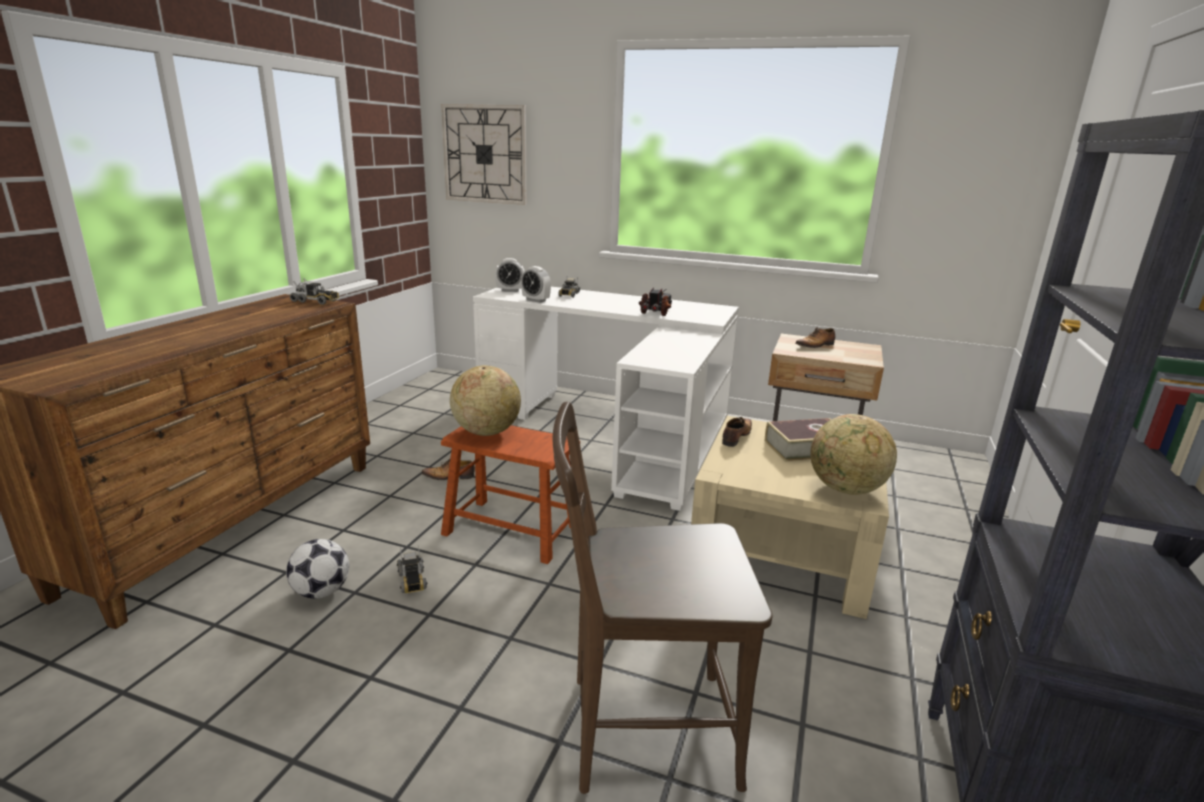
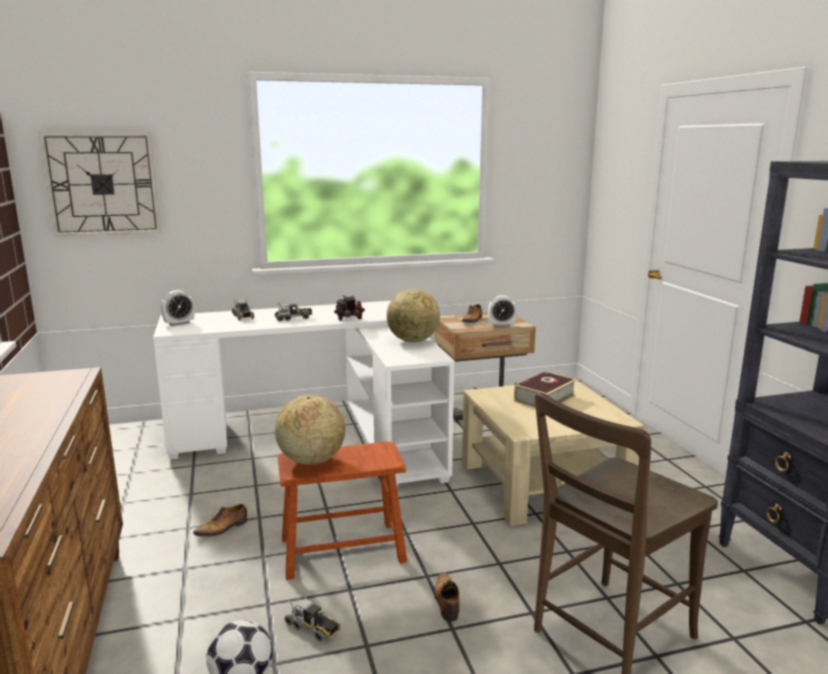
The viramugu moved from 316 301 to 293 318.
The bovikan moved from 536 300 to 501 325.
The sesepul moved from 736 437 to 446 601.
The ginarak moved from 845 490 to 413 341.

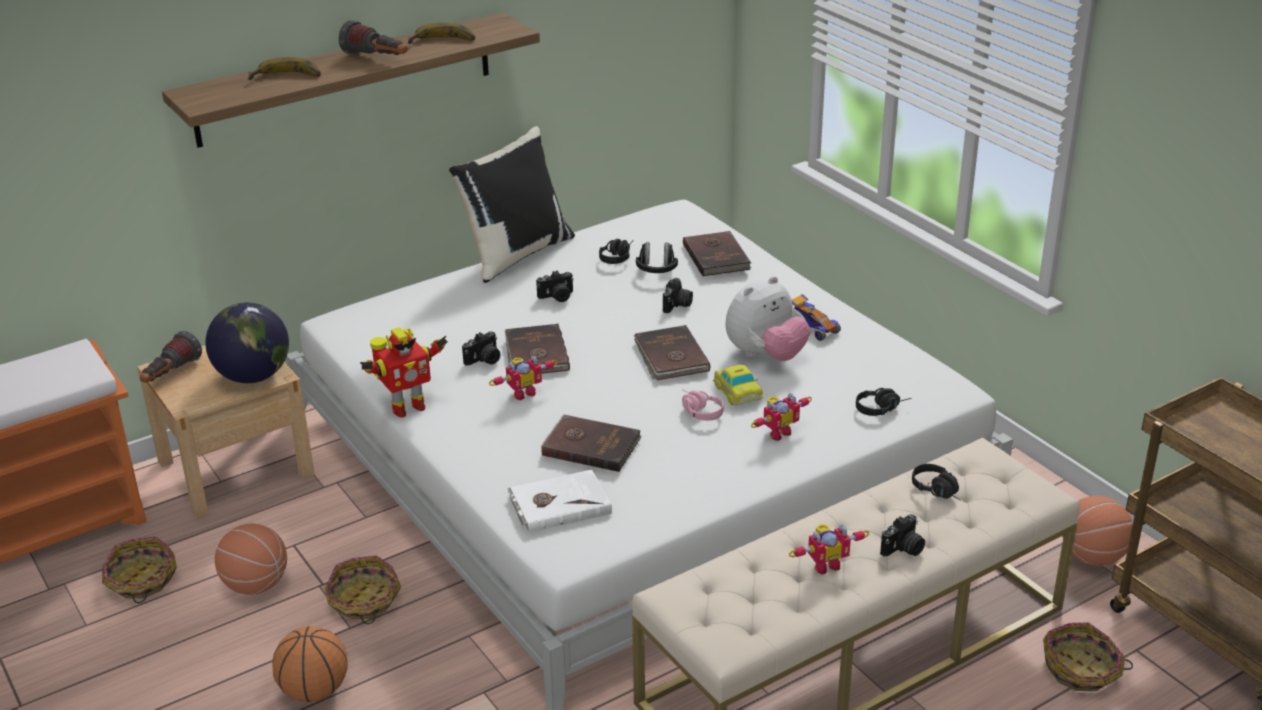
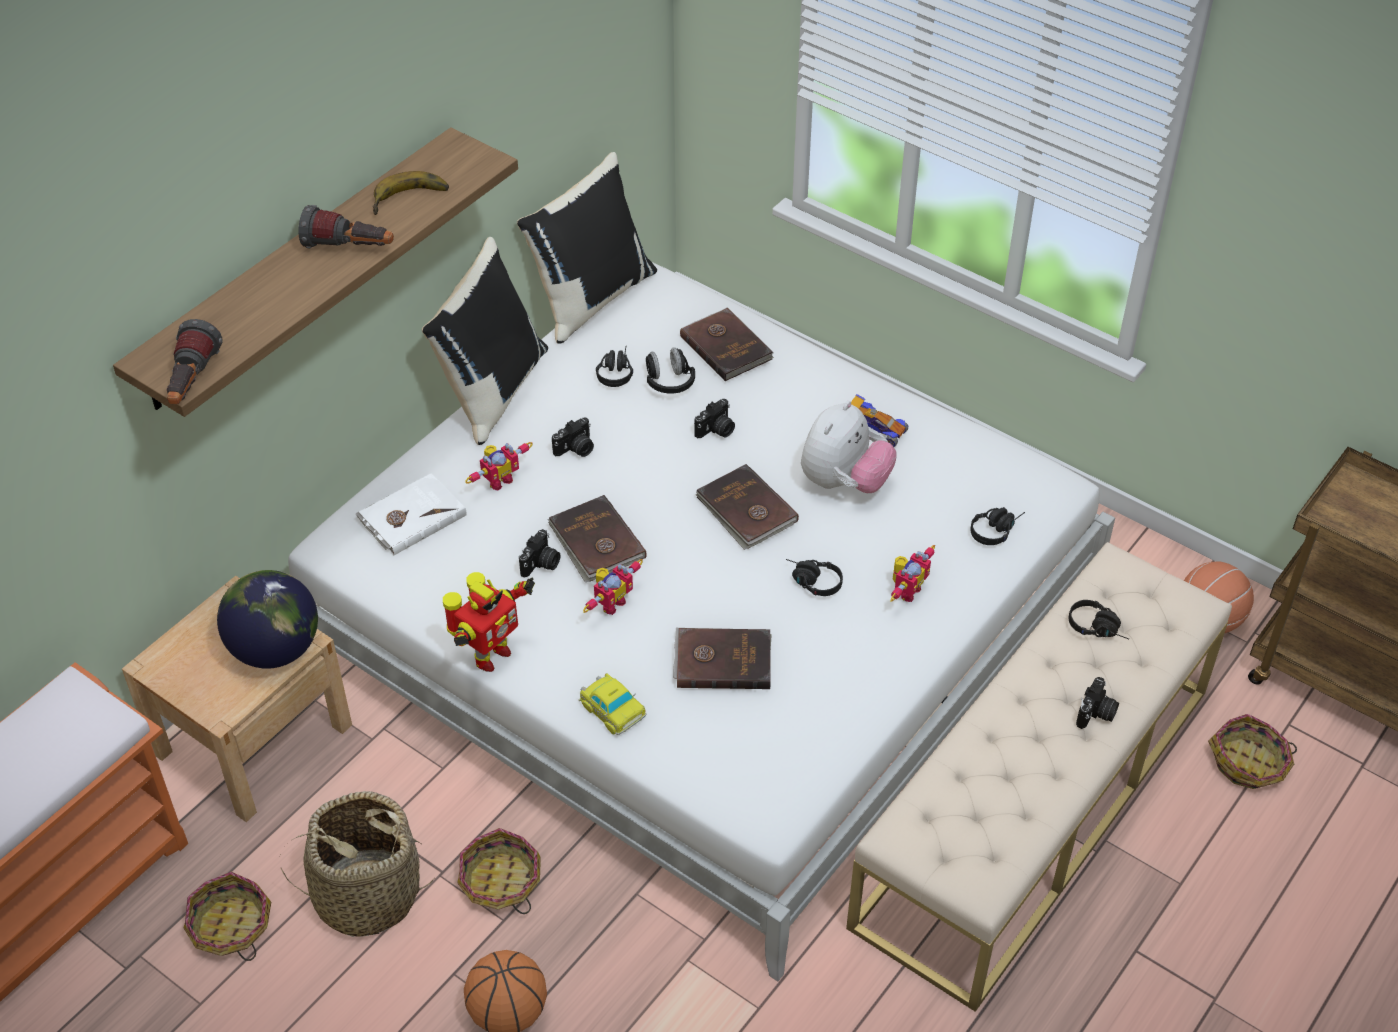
The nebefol at 286 78 disappeared.
The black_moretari at 591 297 appeared.
The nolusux moved from 170 375 to 192 383.
The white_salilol moved from 559 504 to 411 517.
The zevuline moved from 737 390 to 611 708.
The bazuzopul moved from 825 564 to 498 480.
The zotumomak at 255 584 was replaced by the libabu at 367 894.
The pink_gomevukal at 697 411 became the black_gomevukal at 811 582.
The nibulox at 677 305 turned 45 degrees clockwise.

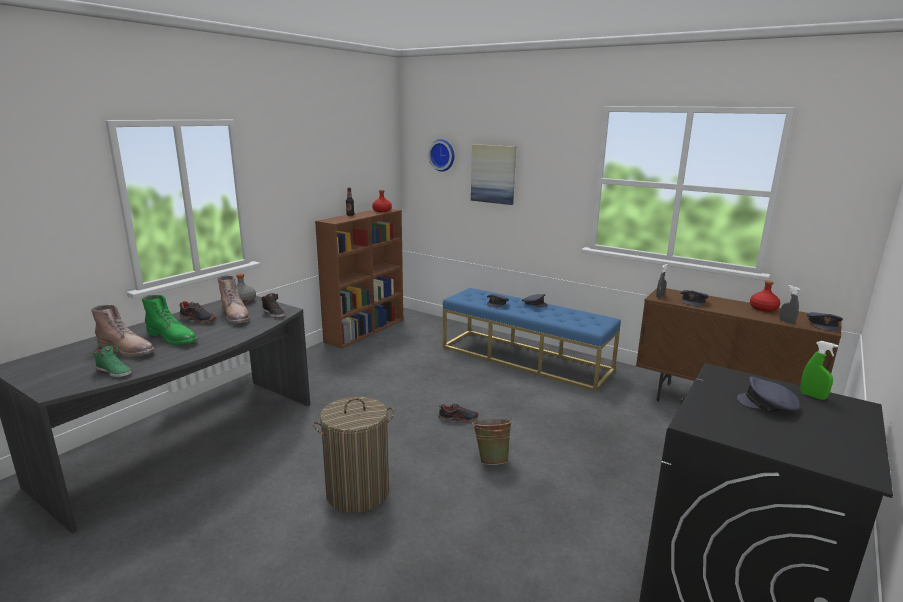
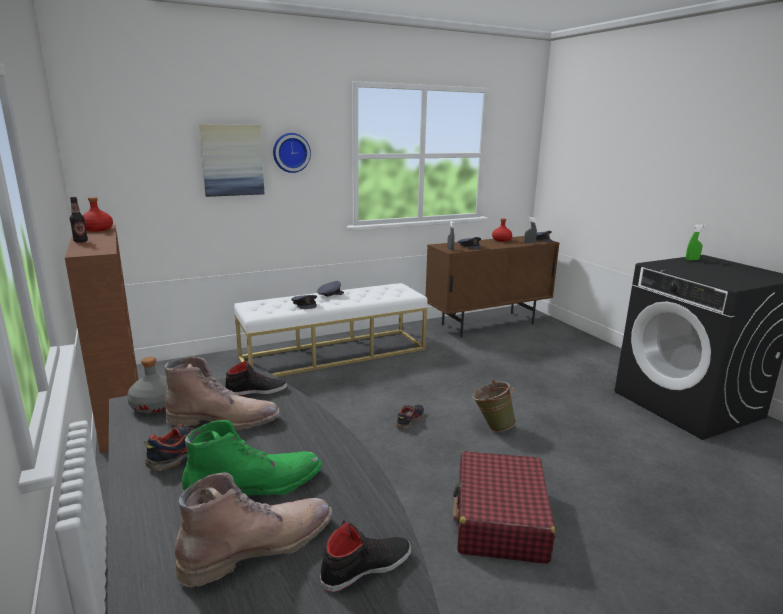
The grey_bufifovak at 768 405 disappeared.
The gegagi moved from 443 155 to 291 152.
The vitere at 357 492 was replaced by the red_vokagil at 500 519.
The green_sesepul at 114 371 became the black_sesepul at 366 567.
The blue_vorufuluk at 525 358 became the white_vorufuluk at 334 353.

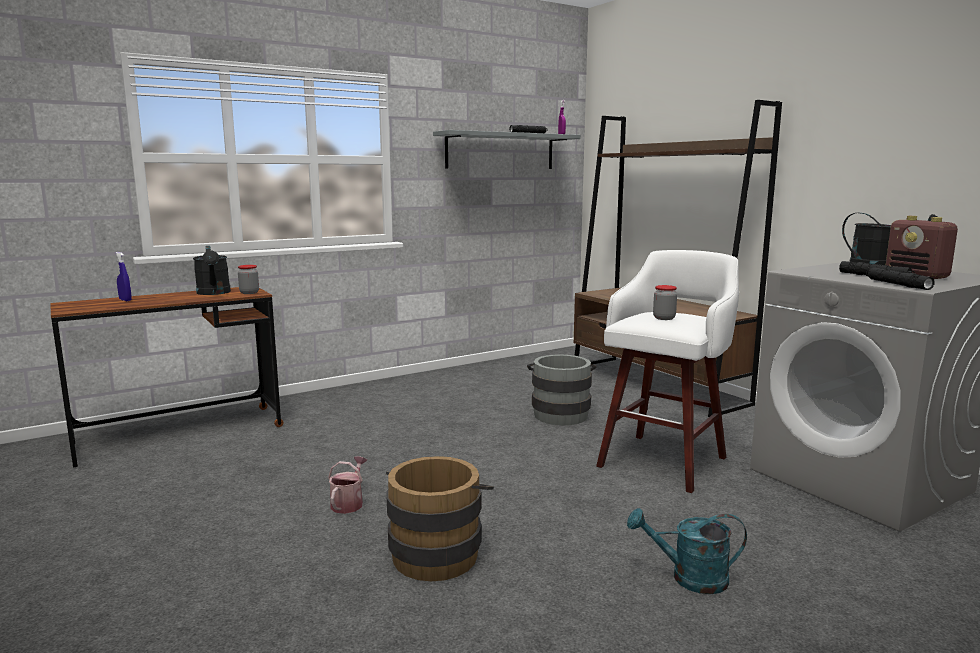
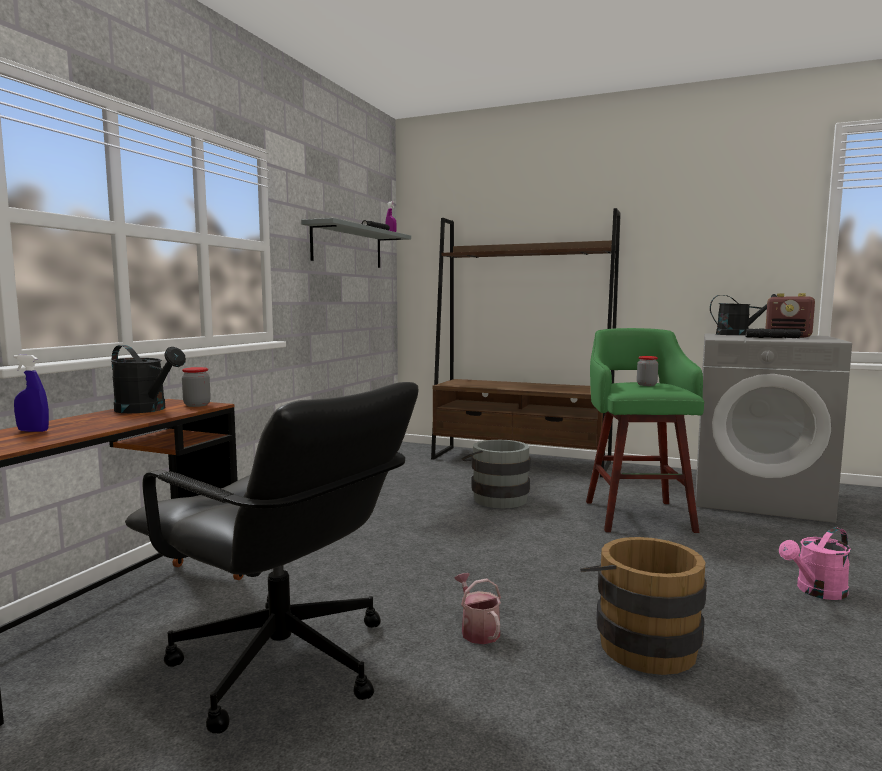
The black_nolusux at 897 284 disappeared.
The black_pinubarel at 283 664 appeared.
The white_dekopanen at 664 460 became the green_dekopanen at 637 515.
The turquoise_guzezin at 689 578 became the pink_guzezin at 816 592.

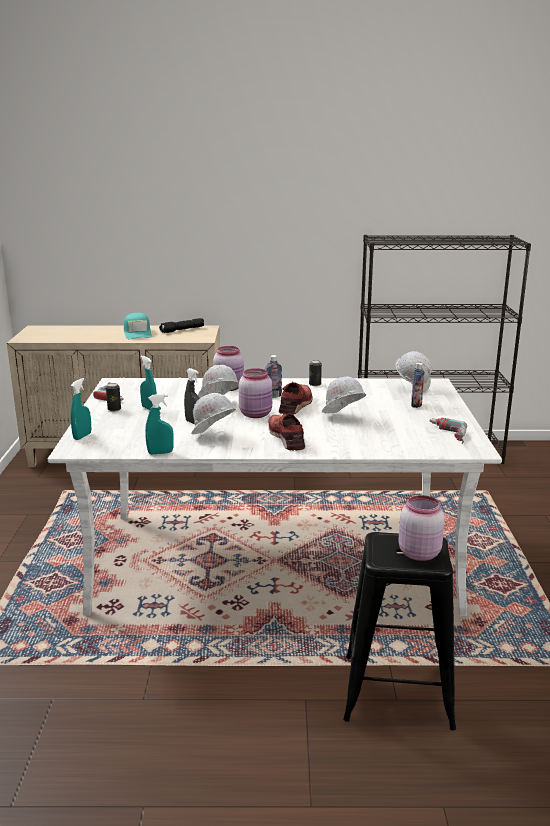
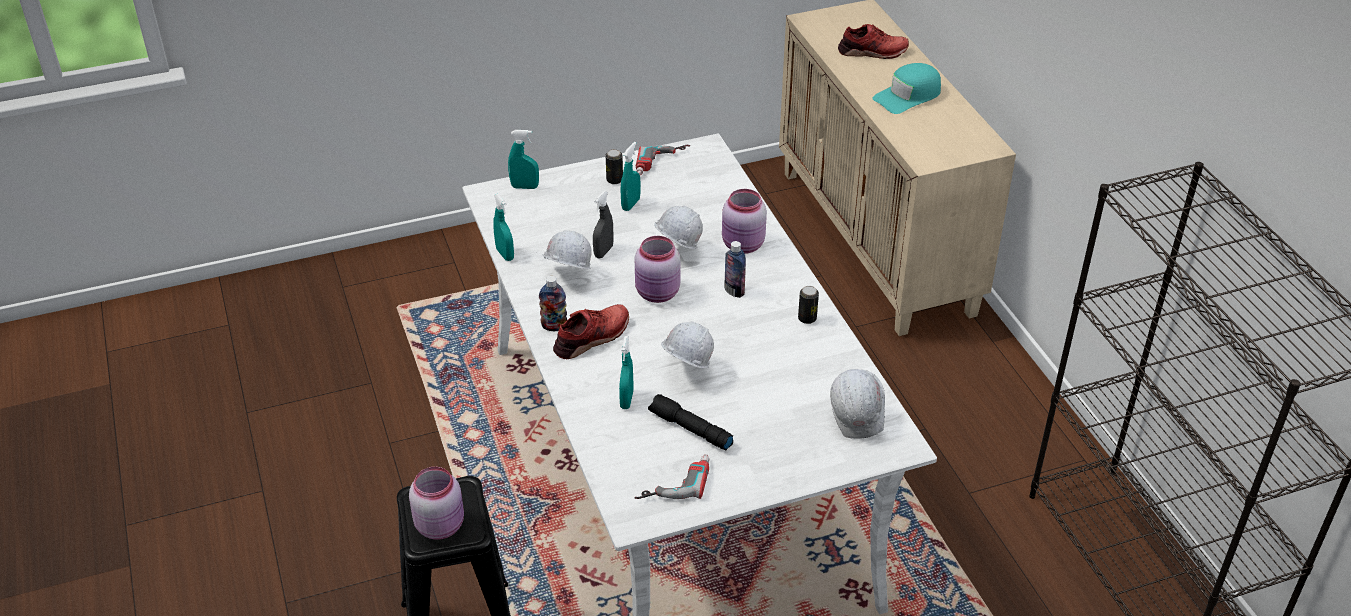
The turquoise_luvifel at 626 400 appeared.
The black_nolusux moved from 182 330 to 689 429.
The red_sesepul moved from 296 405 to 872 52.
The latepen moved from 416 405 to 554 326.

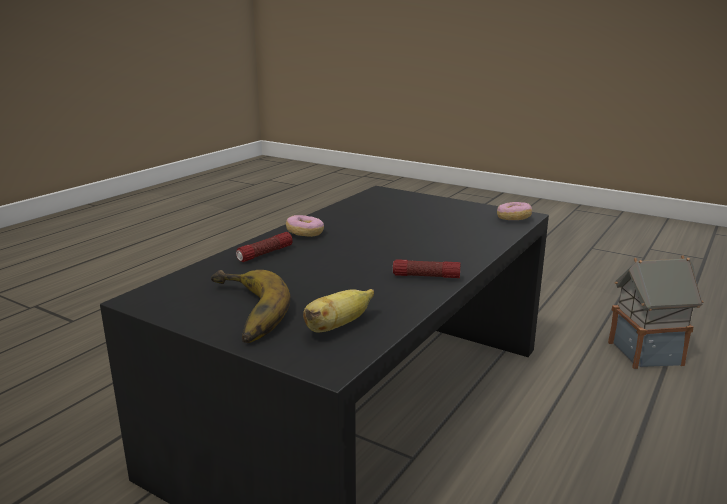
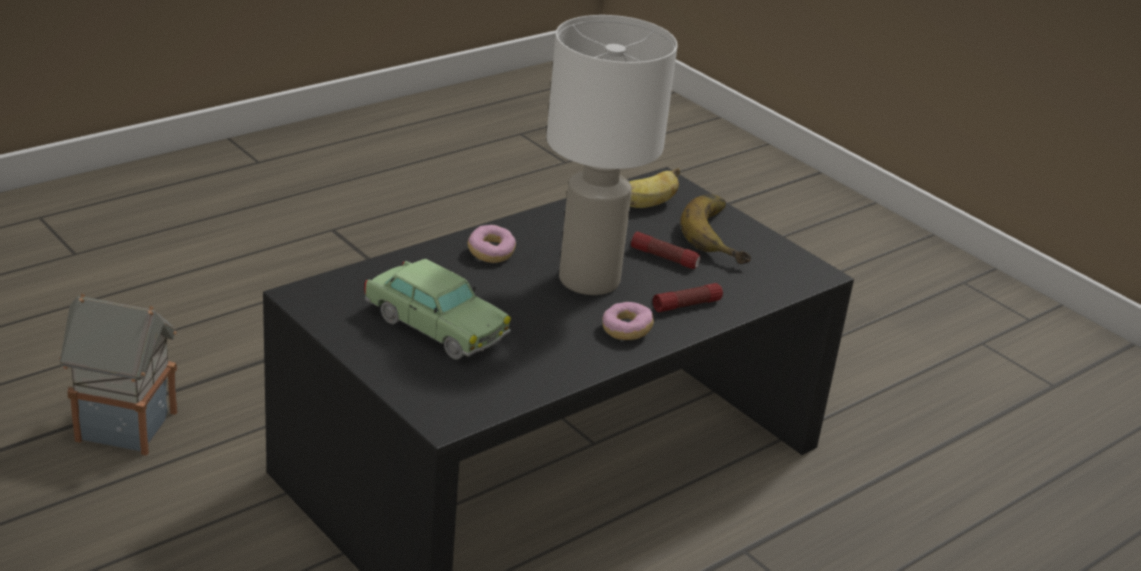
The zevuline at 435 327 appeared.
The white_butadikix at 589 279 appeared.
The nolusux moved from 426 276 to 664 258.
The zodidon moved from 513 219 to 491 253.

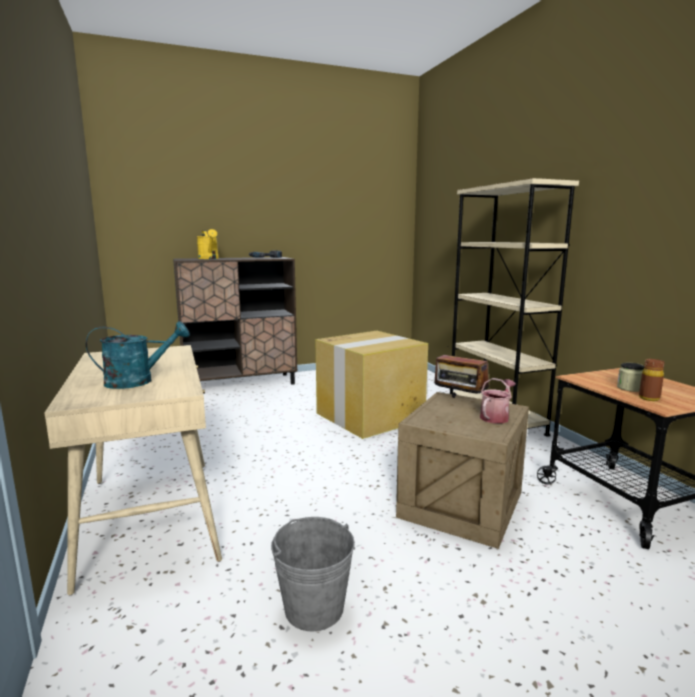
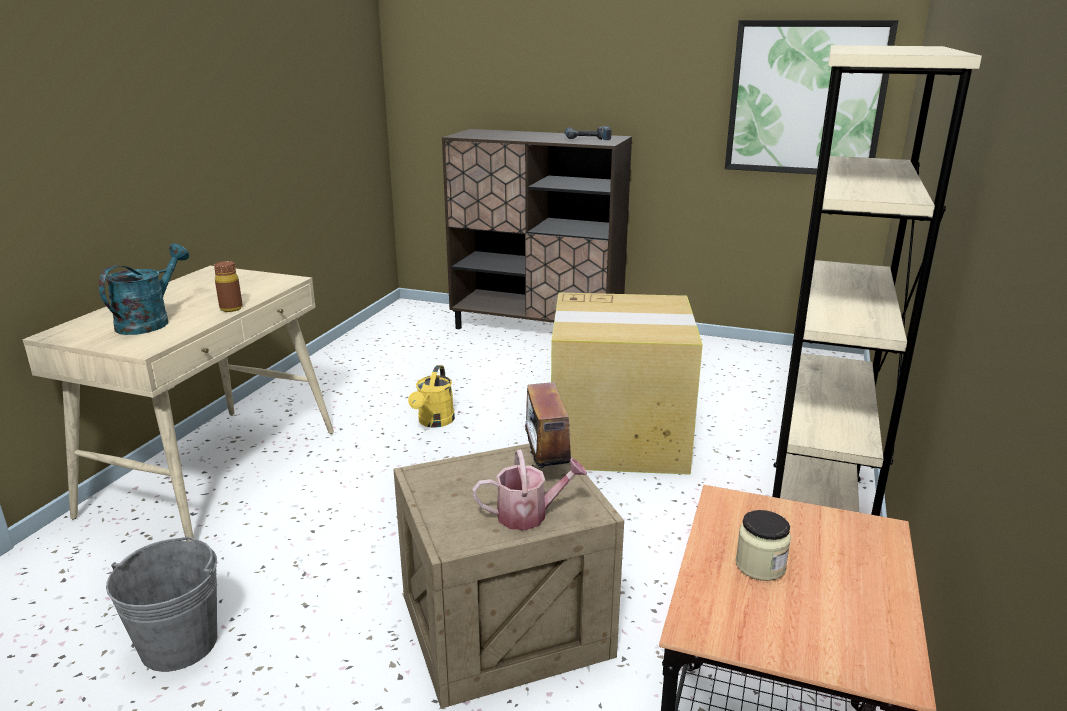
The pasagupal at 806 98 appeared.
The yellow_guzezin moved from 209 258 to 434 422.
The brown_latepen moved from 649 398 to 231 308.
The turquoise_guzezin at 138 381 turned 90 degrees counterclockwise.

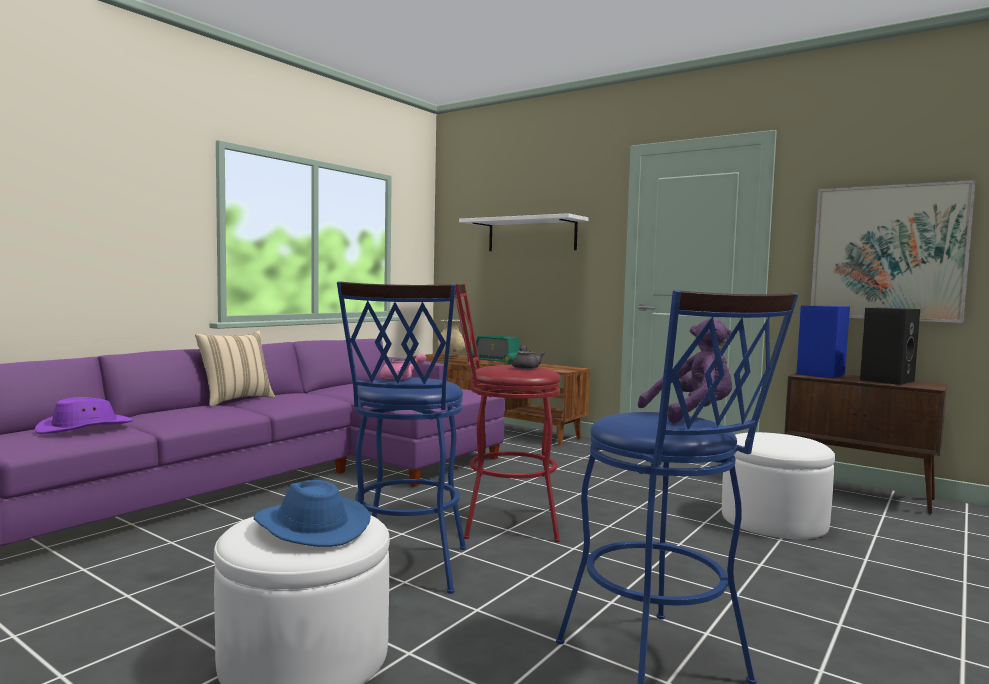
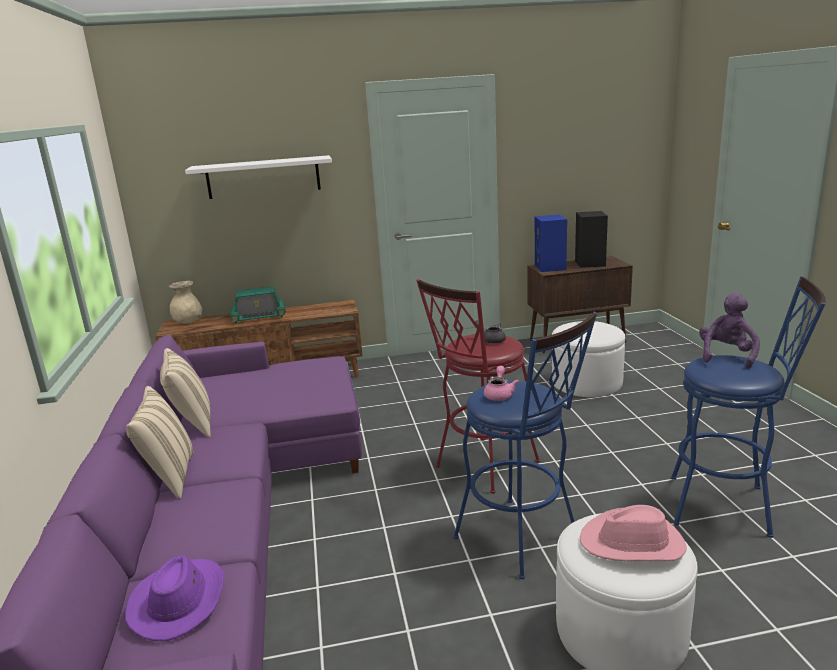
The pasagupal at 887 253 disappeared.
The beige_moretari at 192 424 appeared.
The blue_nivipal at 309 527 became the pink_nivipal at 633 543.

